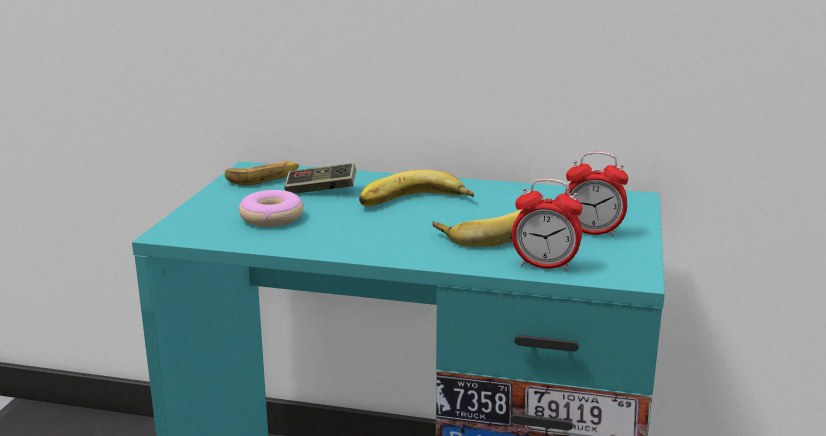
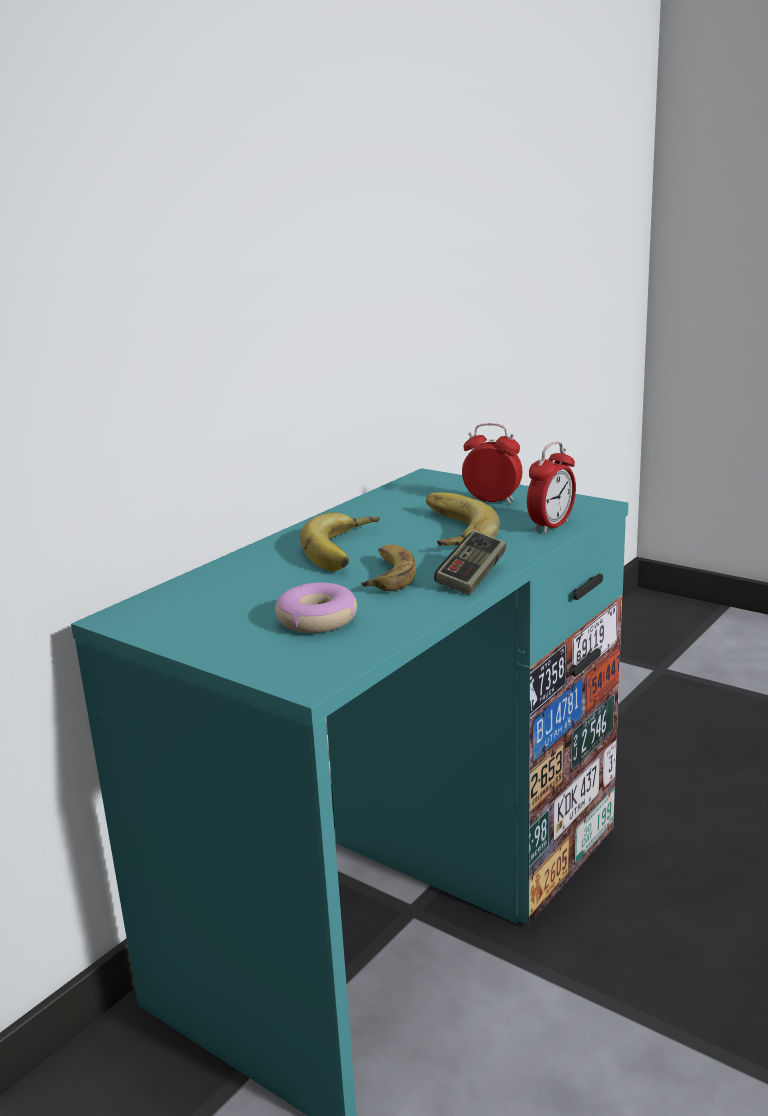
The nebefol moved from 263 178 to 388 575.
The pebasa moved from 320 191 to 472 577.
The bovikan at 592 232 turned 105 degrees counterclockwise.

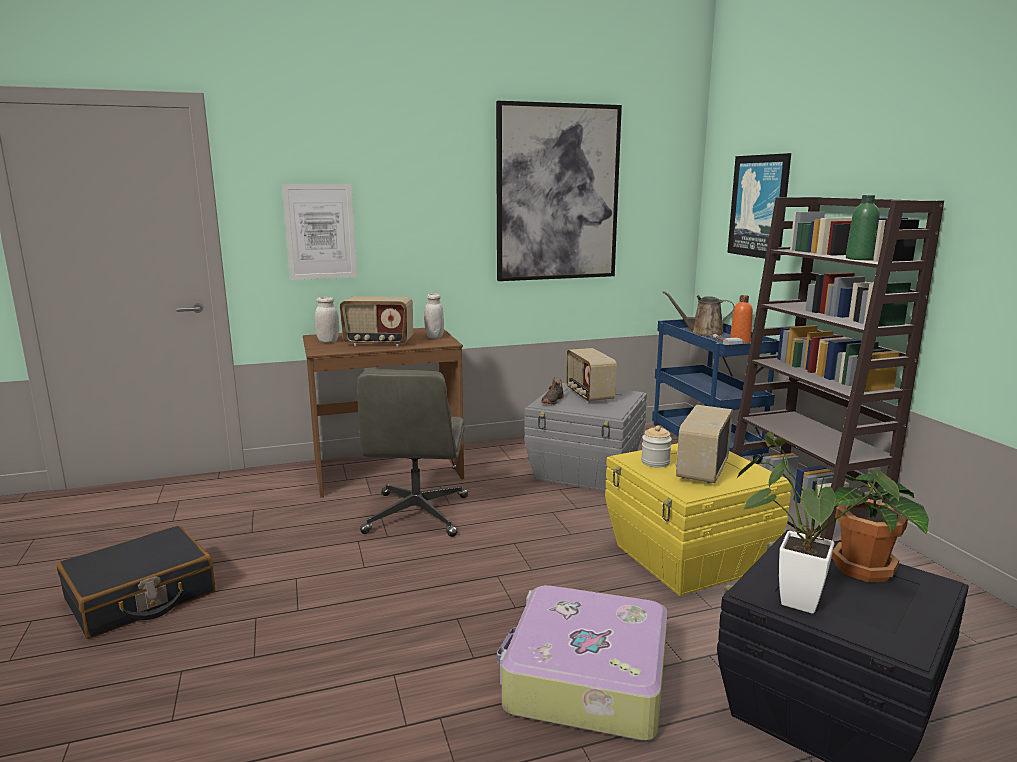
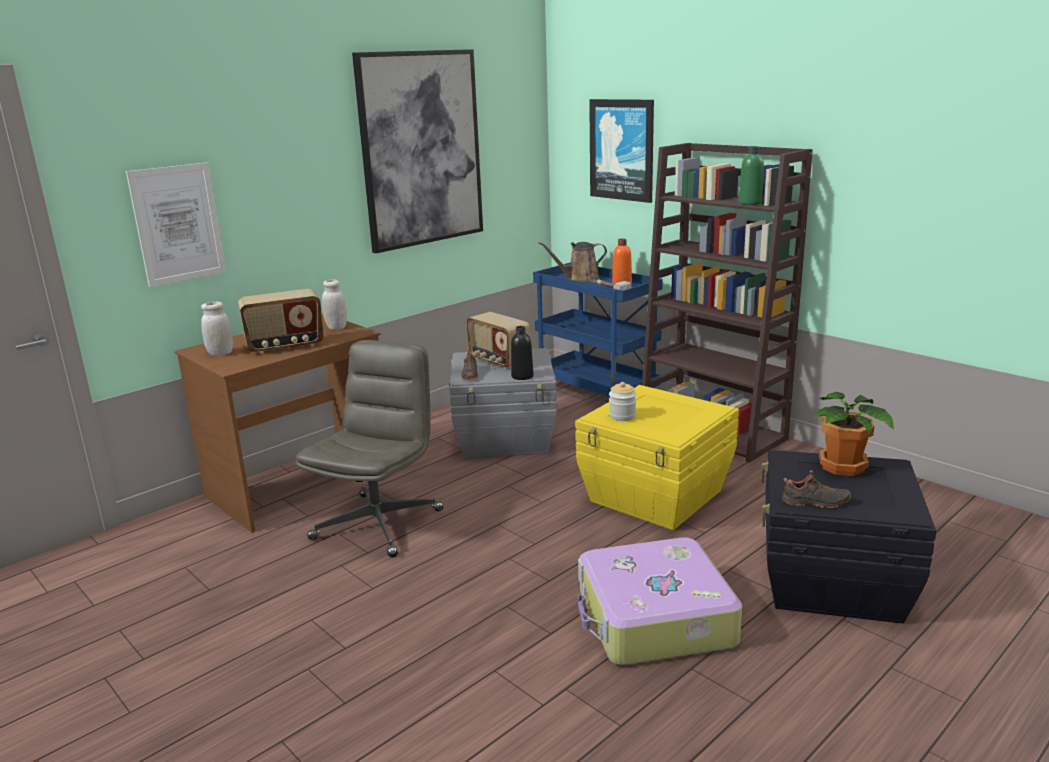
The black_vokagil at 141 597 disappeared.
The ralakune at 701 470 disappeared.
The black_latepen at 522 376 appeared.
The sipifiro at 789 599 was replaced by the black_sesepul at 815 503.
The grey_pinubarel at 417 515 turned 135 degrees counterclockwise.

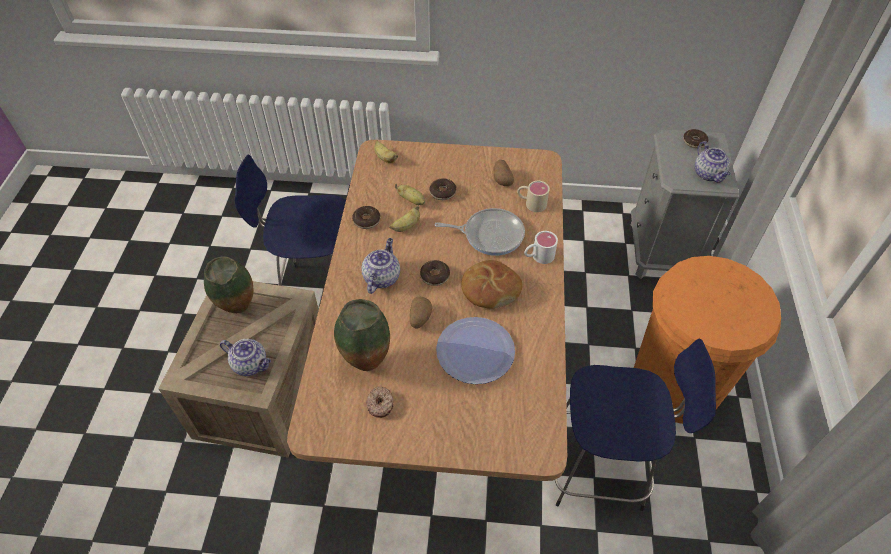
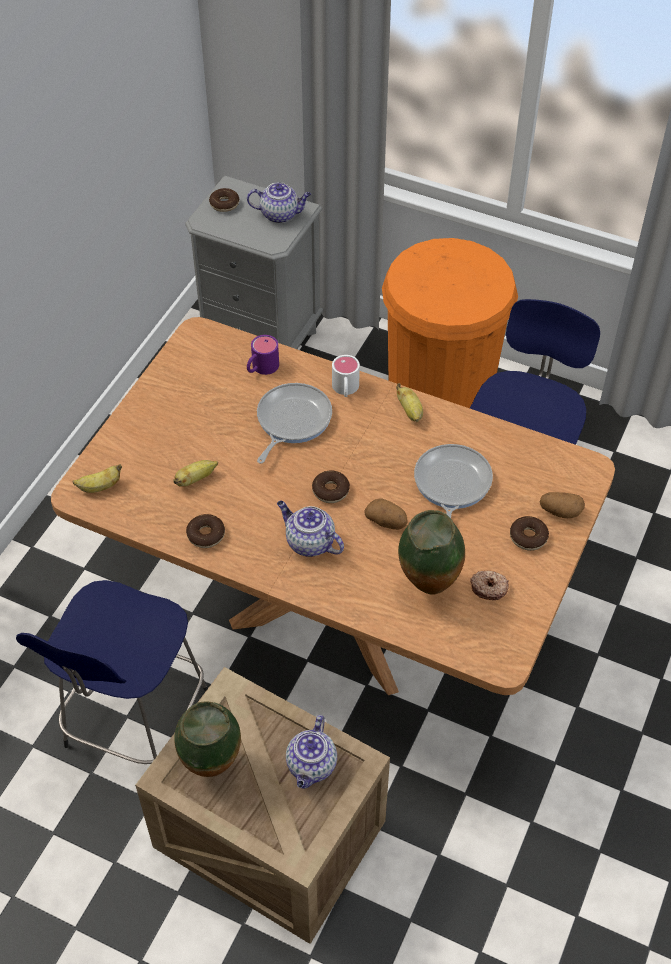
The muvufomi at 489 290 disappeared.
The nebefol moved from 406 226 to 410 412.
The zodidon moved from 442 192 to 528 537.
The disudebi moved from 502 179 to 560 512.
The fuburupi at 475 351 was replaced by the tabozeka at 451 485.
The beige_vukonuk at 531 203 became the purple_vukonuk at 261 368.
The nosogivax at 251 364 turned 150 degrees clockwise.

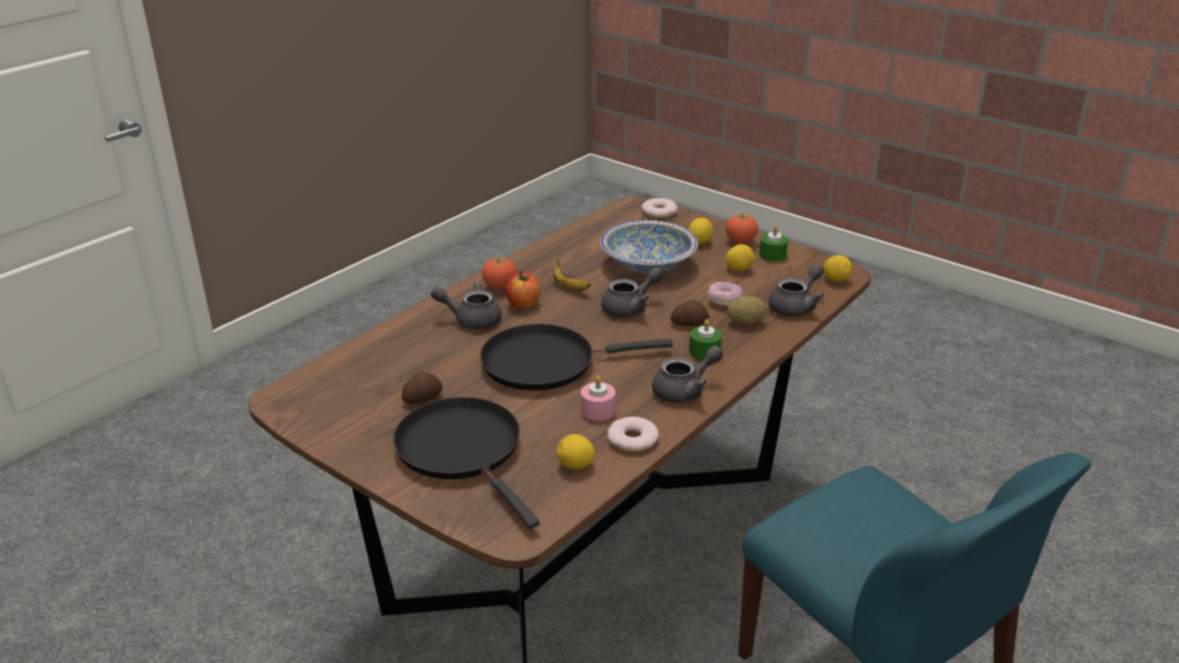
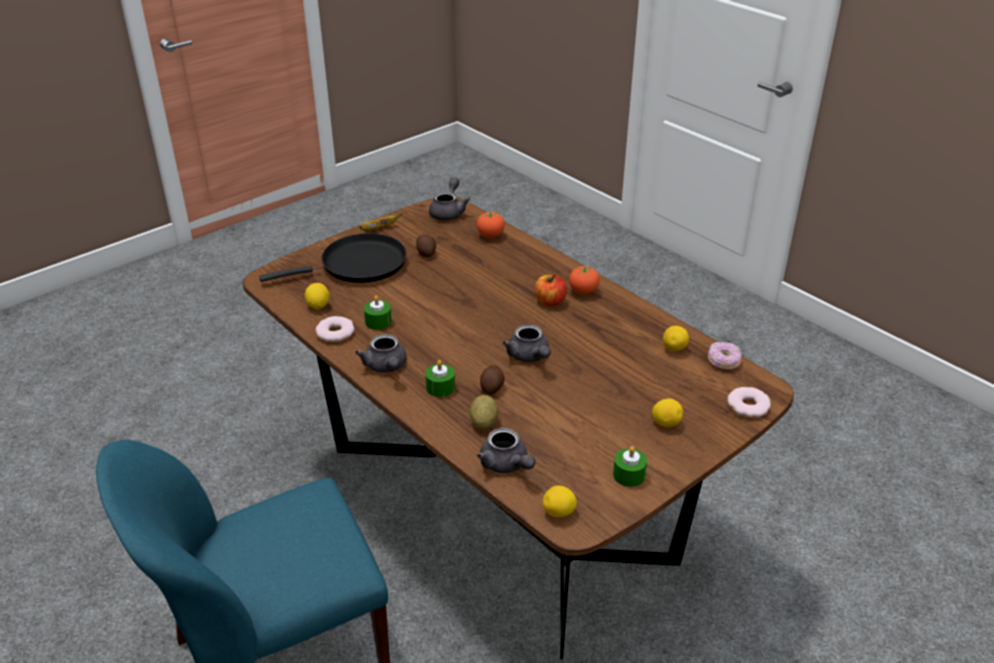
The black_tabozeka at 546 363 disappeared.
The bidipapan at 648 264 disappeared.
The grey_nosogivax moved from 471 319 to 448 212.
The nebefol moved from 569 287 to 379 229.
The zodidon moved from 724 301 to 723 362.
The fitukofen moved from 739 269 to 674 348.
The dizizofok moved from 740 241 to 490 235.
The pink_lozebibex at 598 410 became the green_lozebibex at 378 322.

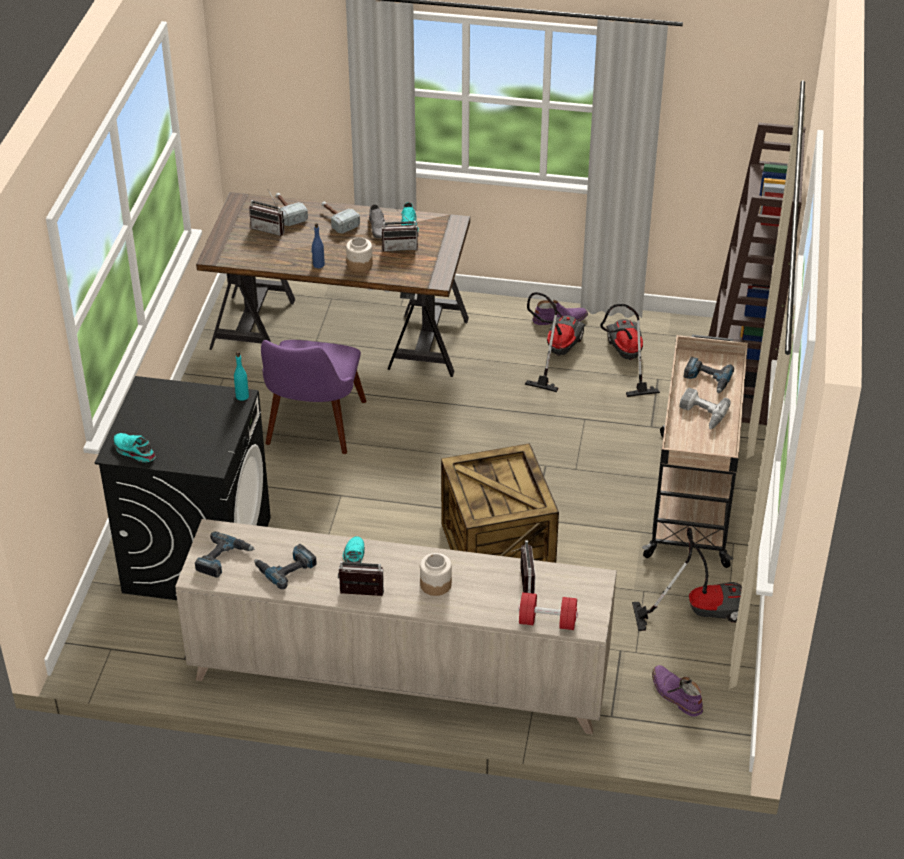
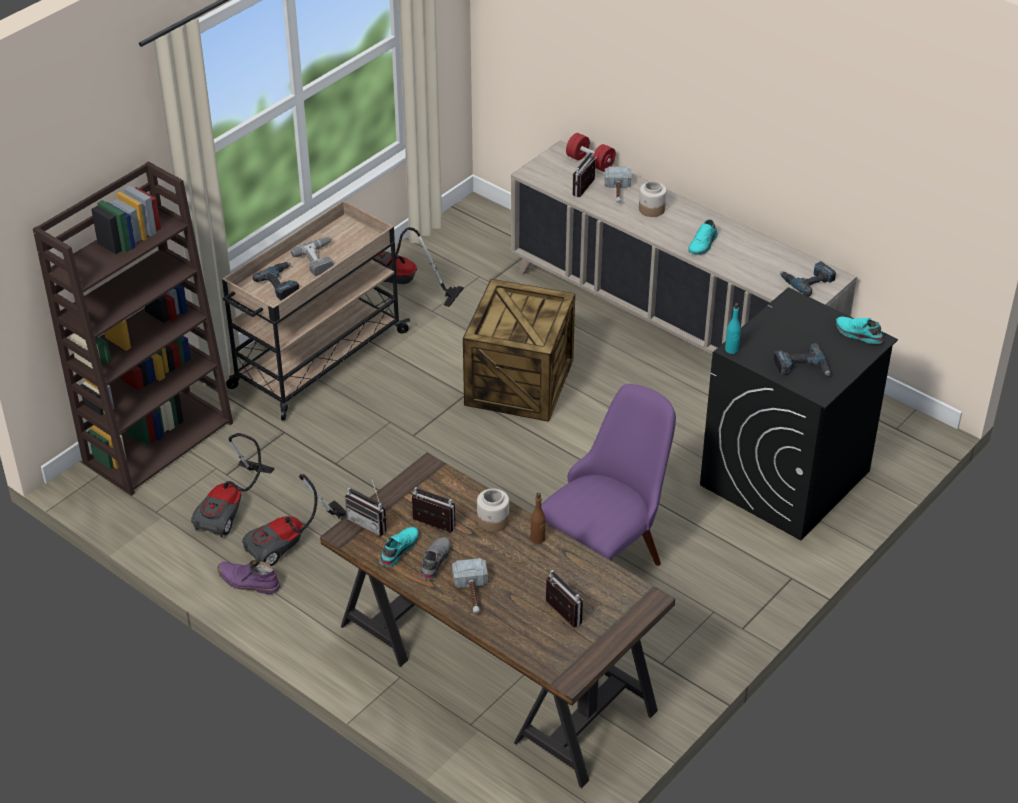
The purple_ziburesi at 675 695 disappeared.
The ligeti moved from 286 568 to 802 367.
The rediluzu moved from 287 212 to 617 192.
The ralakune moved from 360 595 to 370 522.
The blue_latepen at 318 265 became the brown_latepen at 538 539.
The turquoise_sesepul at 133 452 turned 150 degrees clockwise.

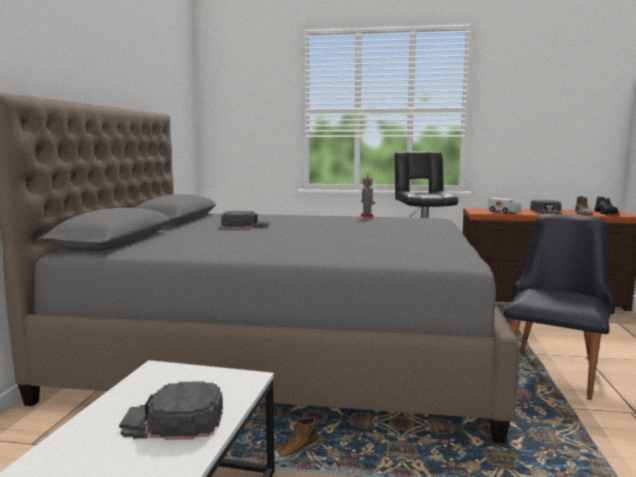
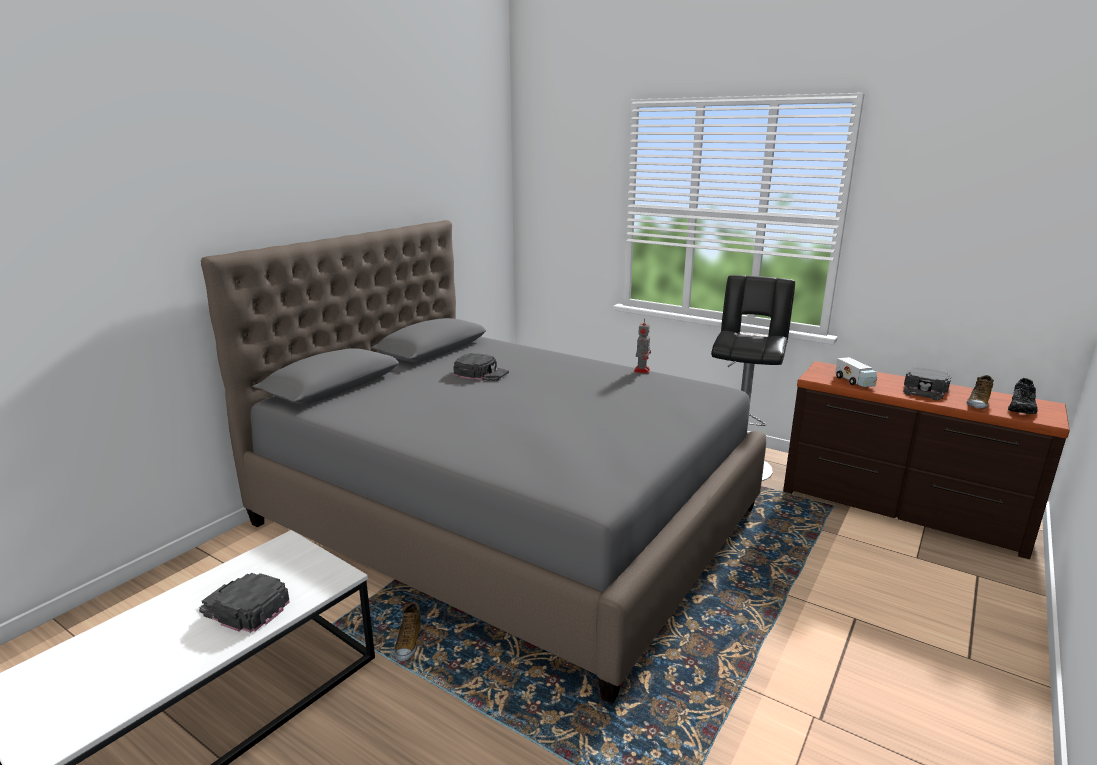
The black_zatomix at 553 369 disappeared.
The sesepul at 292 452 turned 75 degrees counterclockwise.

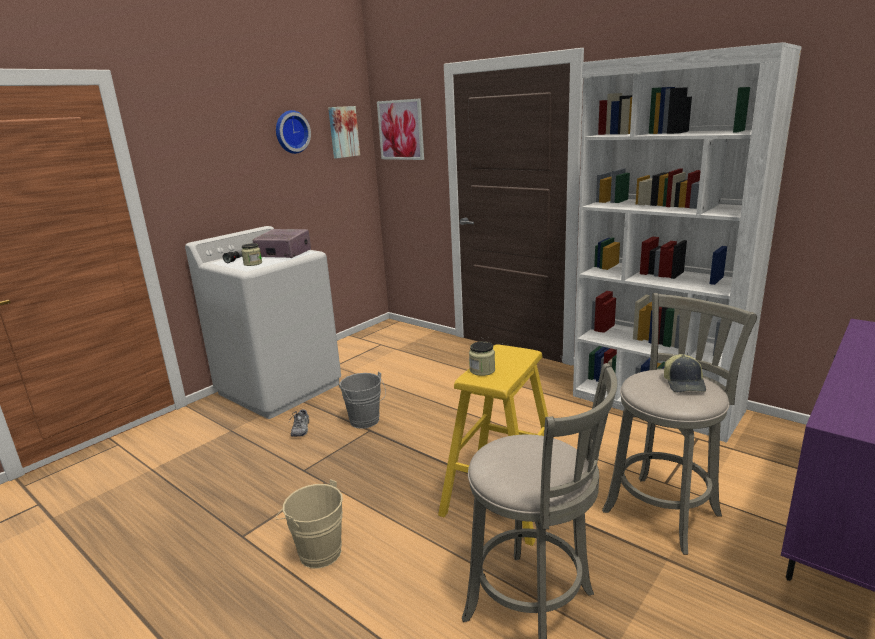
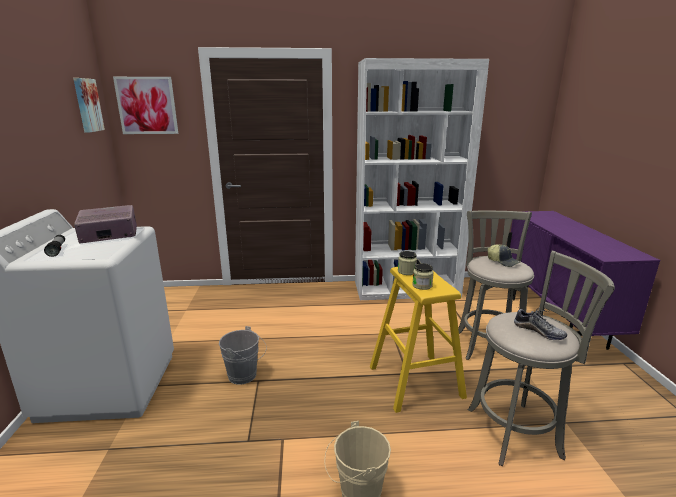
The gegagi at 291 132 disappeared.
The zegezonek moved from 253 263 to 406 271.
The sesepul moved from 301 429 to 538 331.

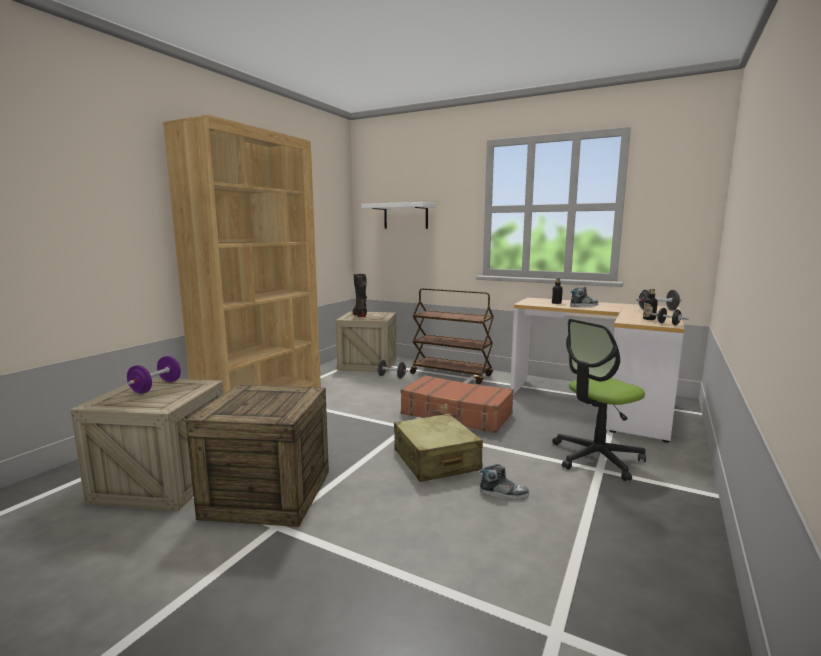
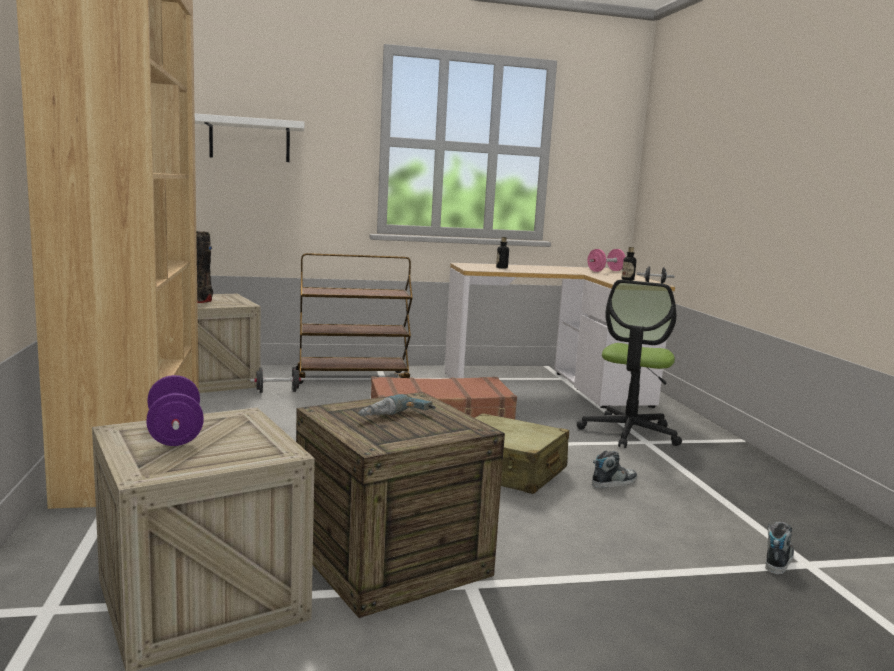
The ligeti at 396 418 appeared.
The sesepul moved from 584 306 to 777 559.
The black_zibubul at 657 310 became the pink_zibubul at 605 271.

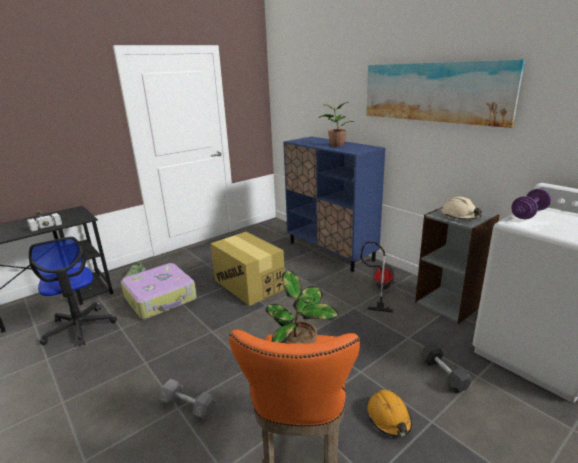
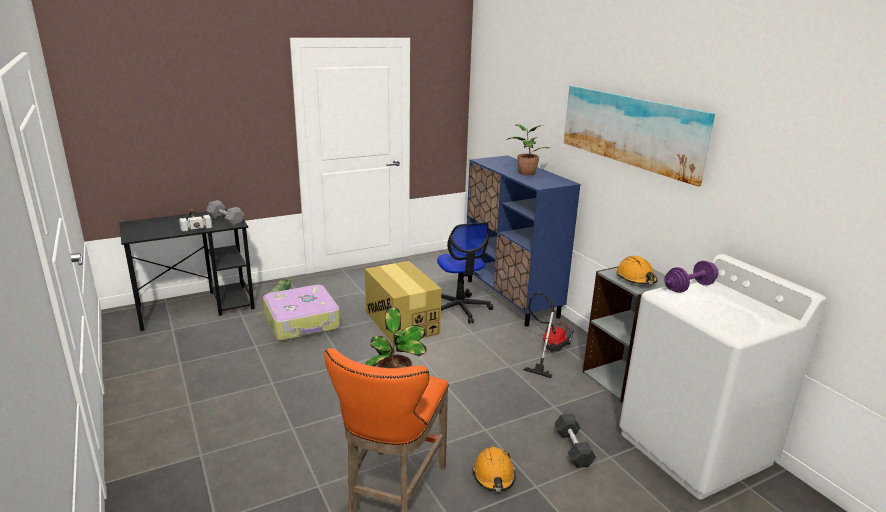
The pinubarel moved from 80 328 to 460 309.
The grey_zibubul moved from 189 406 to 226 220.
The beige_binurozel at 460 216 became the orange_binurozel at 636 279.

